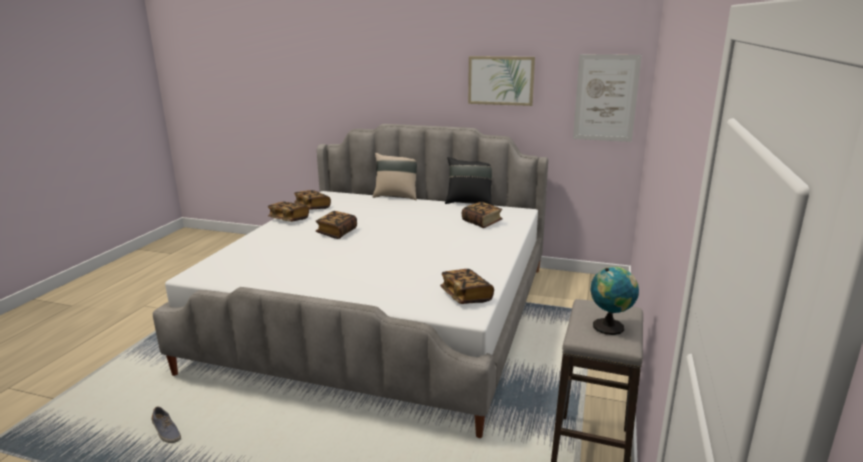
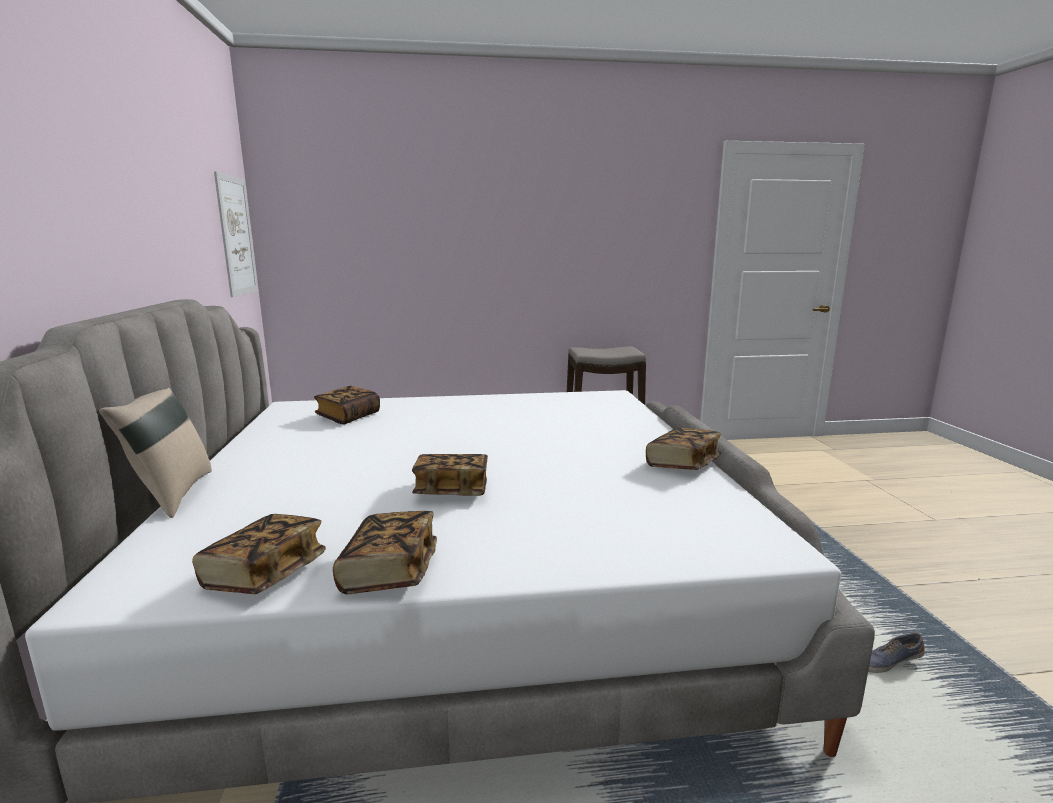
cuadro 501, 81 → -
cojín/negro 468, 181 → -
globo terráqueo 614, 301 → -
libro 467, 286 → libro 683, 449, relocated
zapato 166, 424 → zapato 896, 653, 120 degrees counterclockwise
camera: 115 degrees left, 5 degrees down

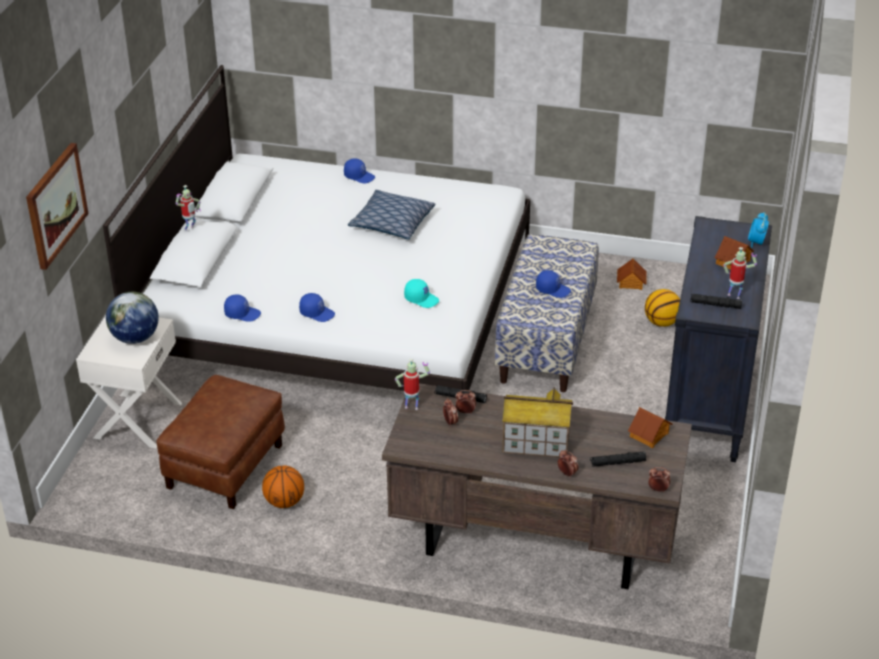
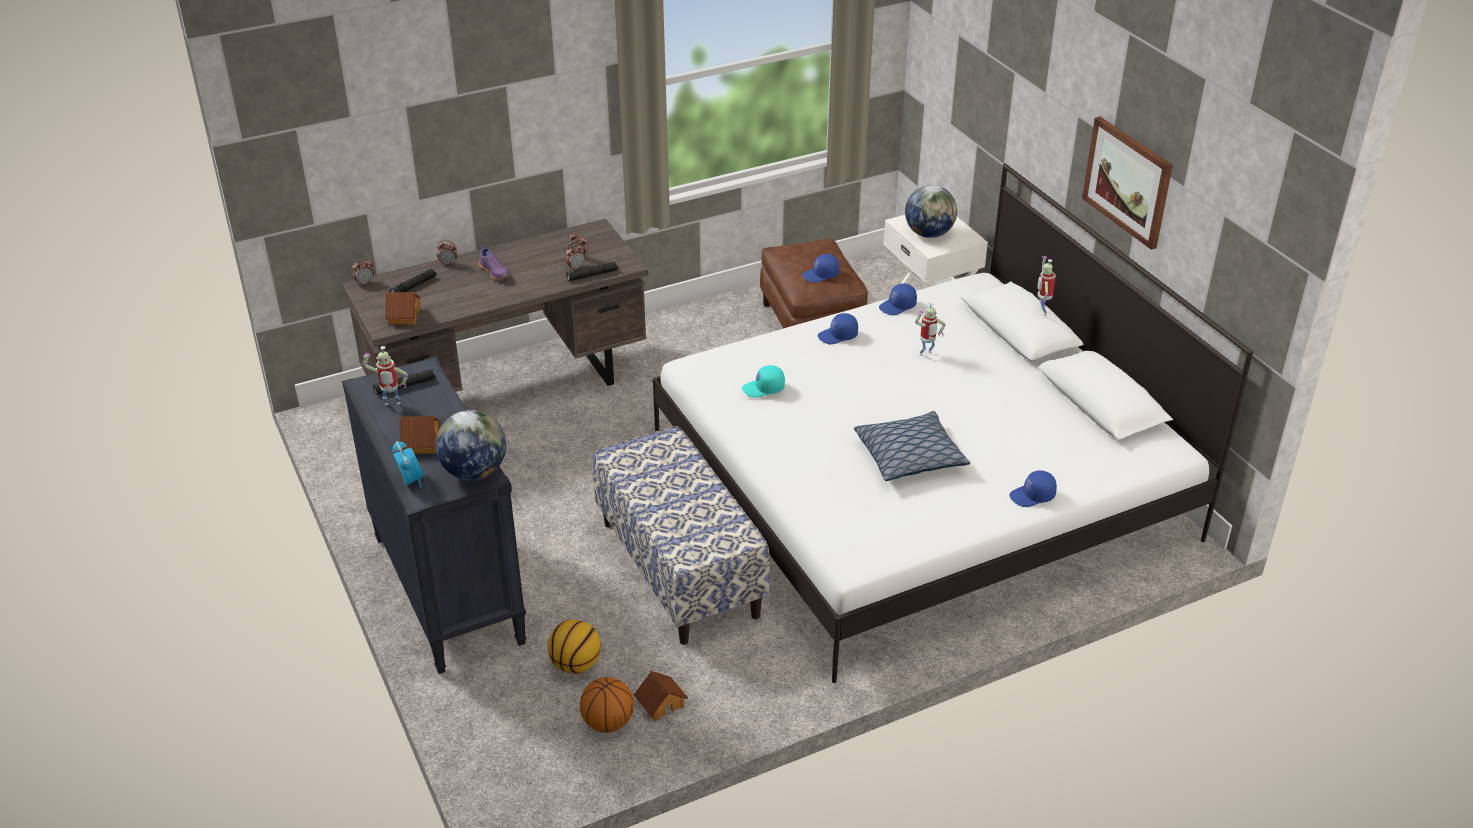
cuadro 57, 206 → cuadro 1127, 183, relocated
gorra/azul 553, 284 → gorra/azul 820, 268, relocated
robot de juguete 412, 384 → robot de juguete 930, 329, relocated
casita 537, 422 → zapato/morado 494, 262
balón de baloncesto 283, 486 → balón de baloncesto 607, 705, relocated
- → globo terráqueo 470, 445
camera: 140 degrees right, 0 degrees up

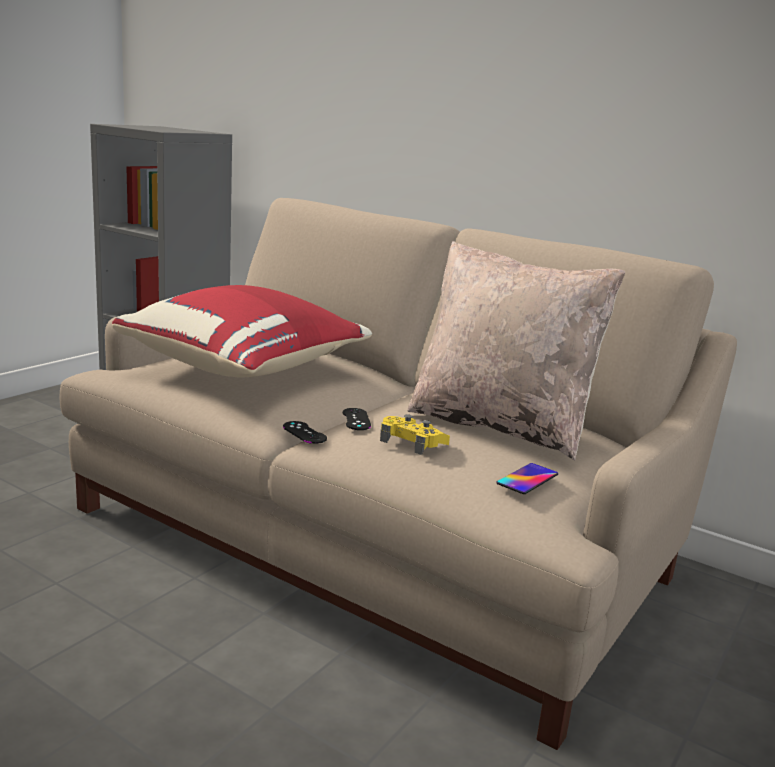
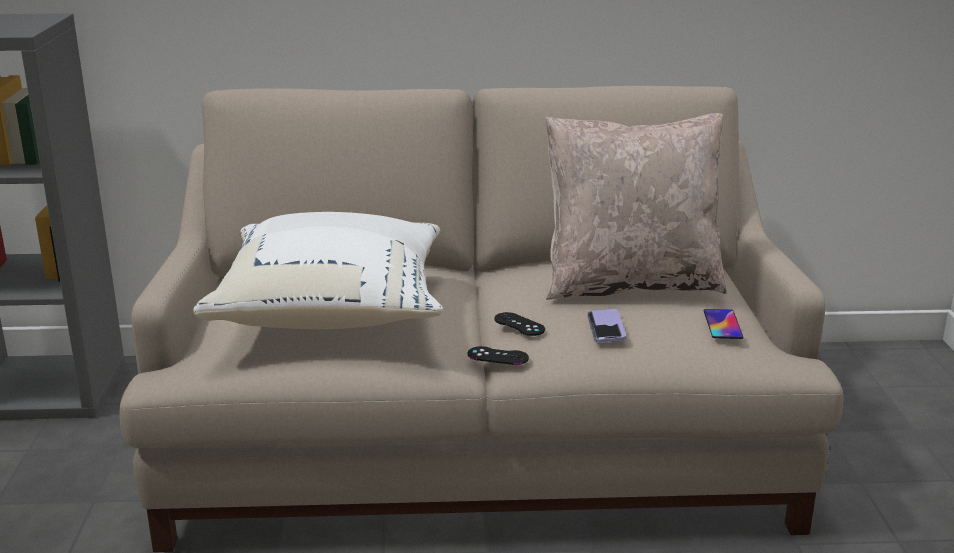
cojín/rojo 242, 331 → cojín/blanco 318, 270
mando de consola/amarillo 415, 434 → móvil 606, 326
camera: 35 degrees left, 5 degrees up

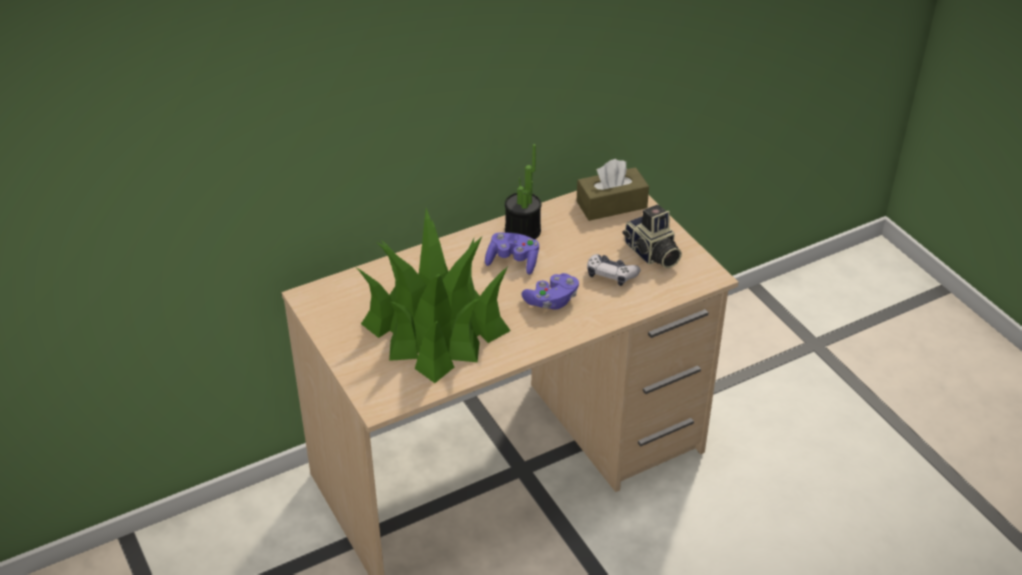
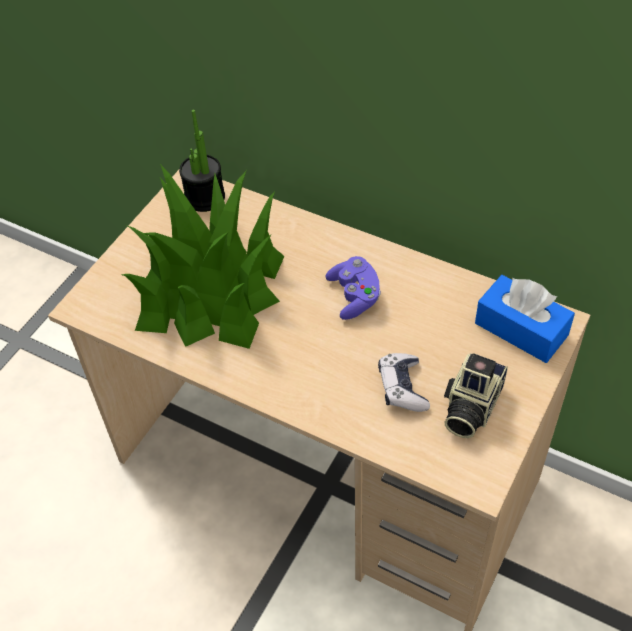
planta en maceta 523, 191 → planta en maceta 202, 161, relocated
caja de pañuelos/marrón 613, 190 → caja de pañuelos/azul 525, 319
mando de consola/morado 550, 291 → -
camera: 60 degrees right, 10 degrees up

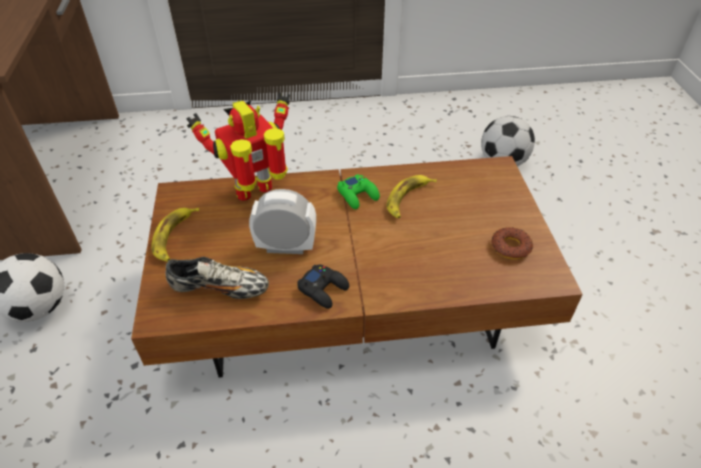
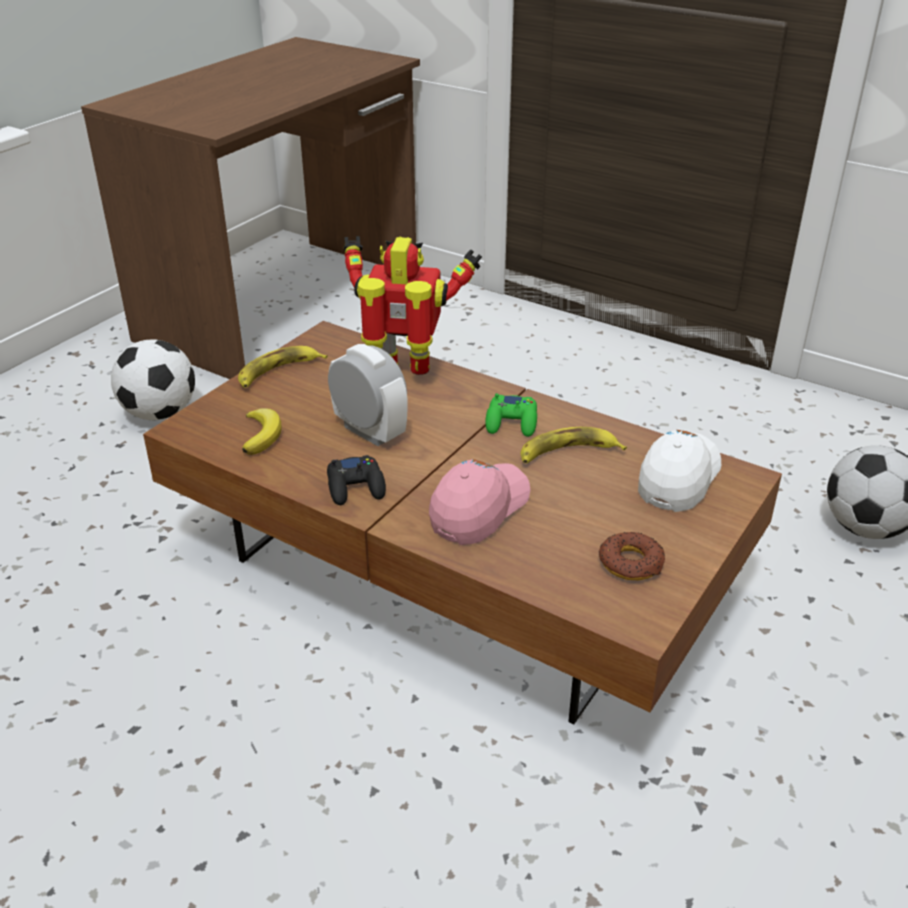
zapato 217, 278 → plátano 262, 431
- → gorra/blanco 679, 471
- → gorra/rosa 479, 502
camera: 40 degrees right, 10 degrees down

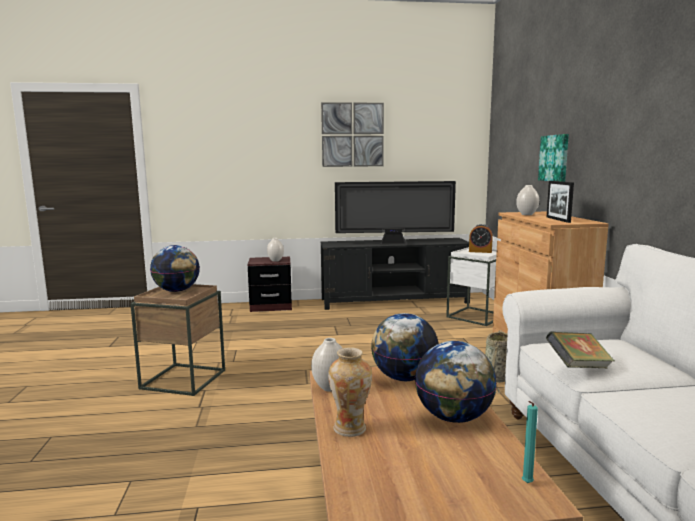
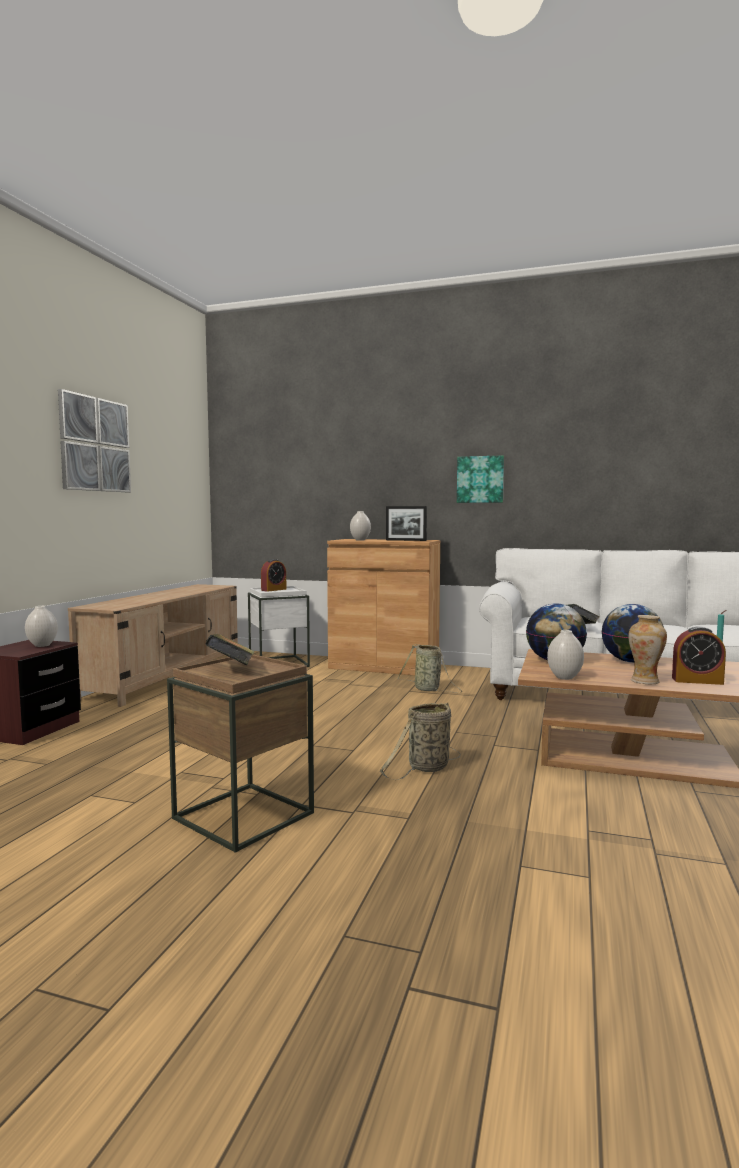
cuadro 553, 158 → cuadro 480, 479, relocated
televisor 395, 213 → -
mueble de televisión/negro 395, 274 → mueble de televisión/beis 153, 645
globo terráqueo 175, 268 → libro 229, 649
- → despertador 699, 655
- → cesta 420, 741
camera: 65 degrees left, 5 degrees down

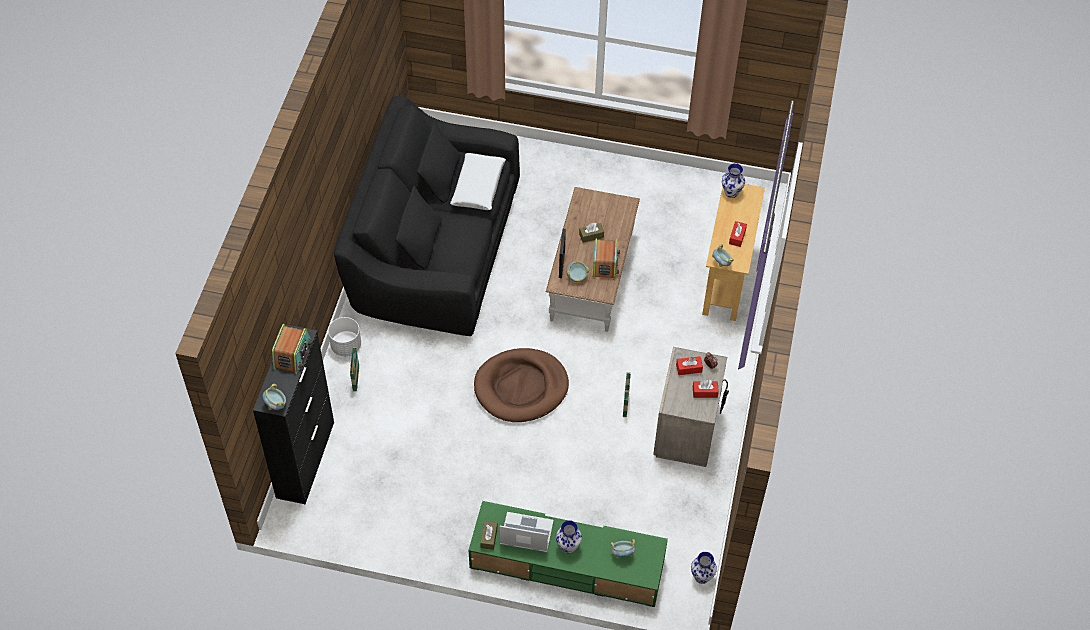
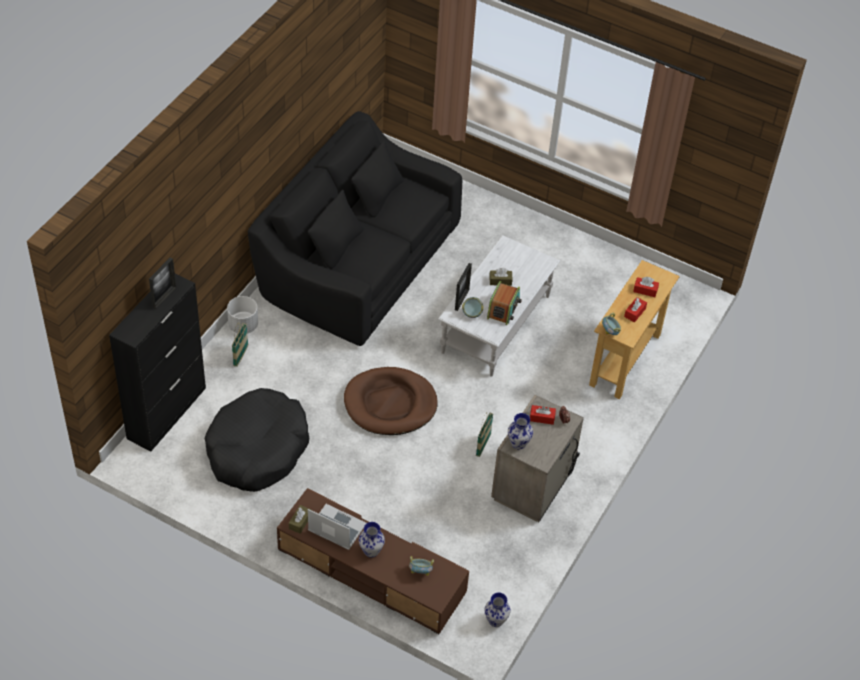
cojín/blanco 478, 181 → -
florero 733, 180 → florero 520, 431, relocated
mesa de centro/marrón 593, 259 → mesa de centro/blanco 499, 306
radio 292, 349 → portarretratos 162, 283
caja de pañuelos/rojo 706, 389 → caja de pañuelos/rojo 646, 287, relocated
cuenco 274, 397 → -
mueble de televisión/verde 568, 554 → mueble de televisión/marrón 373, 561
- → cama para perro/negro 257, 440
camera: 15 degrees right, 5 degrees down

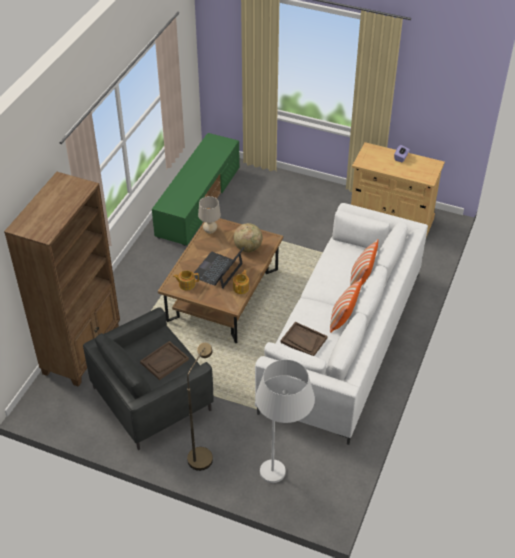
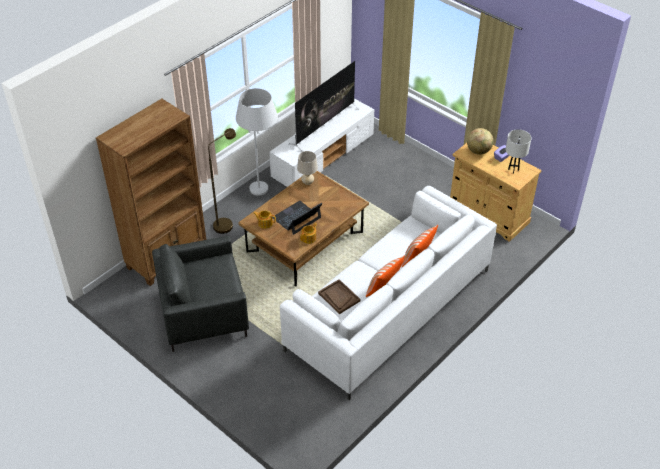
mueble de televisión/verde 196, 189 → mueble de televisión/blanco 321, 142
globo terráqueo 248, 237 → globo terráqueo 480, 141, relocated
bandeja/marrón 164, 360 → -
lámpara de pie/marrón 200, 407 → lámpara de pie/marrón 222, 181, relocated
lámpara de pie/blanco 285, 421 → lámpara de pie/blanco 257, 141, relocated
- → televisor 324, 106
- → lámpara de mesa/blanco 518, 151
camera: 20 degrees right, 0 degrees up

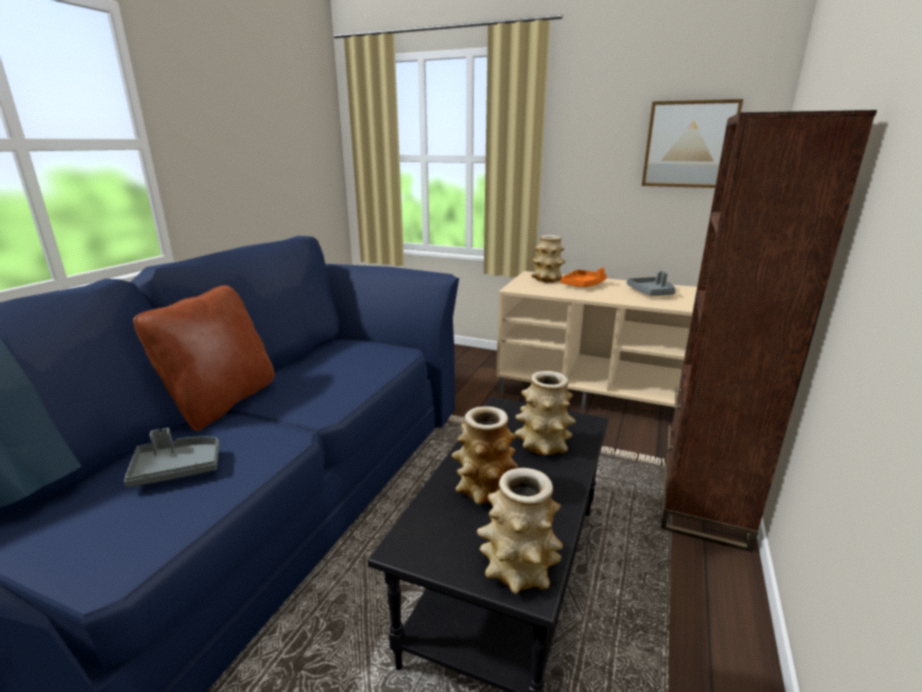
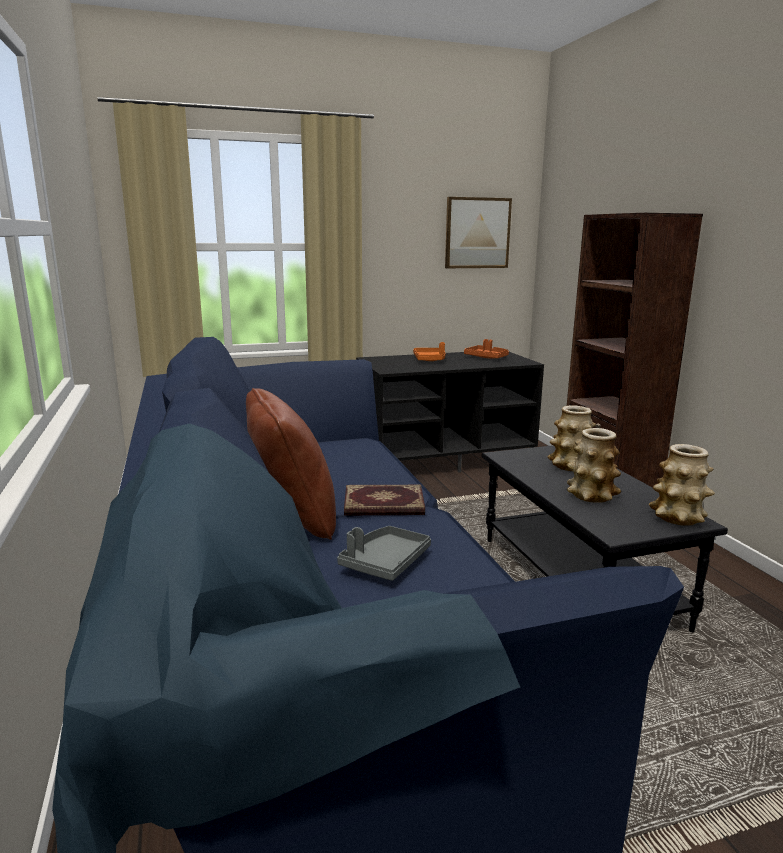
florero 548, 259 → -
mueble de televisión/beis 596, 340 → mueble de televisión/negro 450, 412
bandeja/gris 651, 283 → bandeja/naranja 486, 349
- → libro 384, 500
camera: 40 degrees left, 5 degrees down

